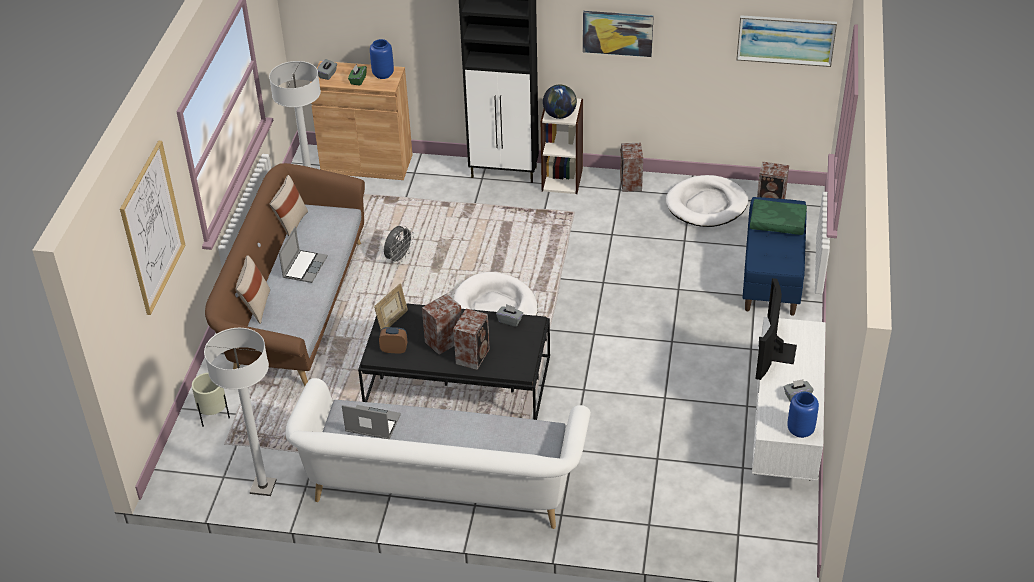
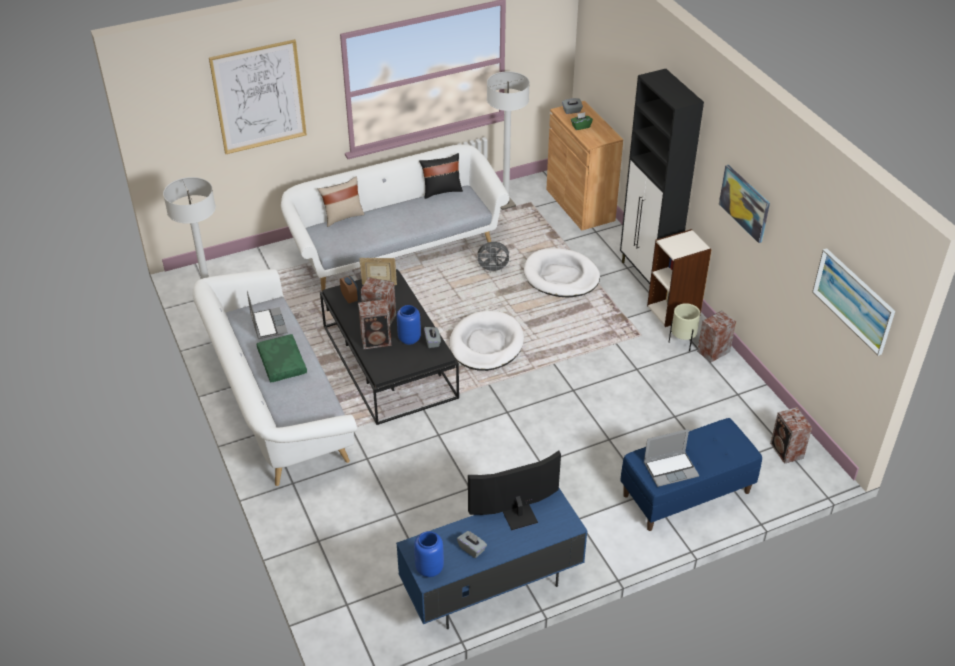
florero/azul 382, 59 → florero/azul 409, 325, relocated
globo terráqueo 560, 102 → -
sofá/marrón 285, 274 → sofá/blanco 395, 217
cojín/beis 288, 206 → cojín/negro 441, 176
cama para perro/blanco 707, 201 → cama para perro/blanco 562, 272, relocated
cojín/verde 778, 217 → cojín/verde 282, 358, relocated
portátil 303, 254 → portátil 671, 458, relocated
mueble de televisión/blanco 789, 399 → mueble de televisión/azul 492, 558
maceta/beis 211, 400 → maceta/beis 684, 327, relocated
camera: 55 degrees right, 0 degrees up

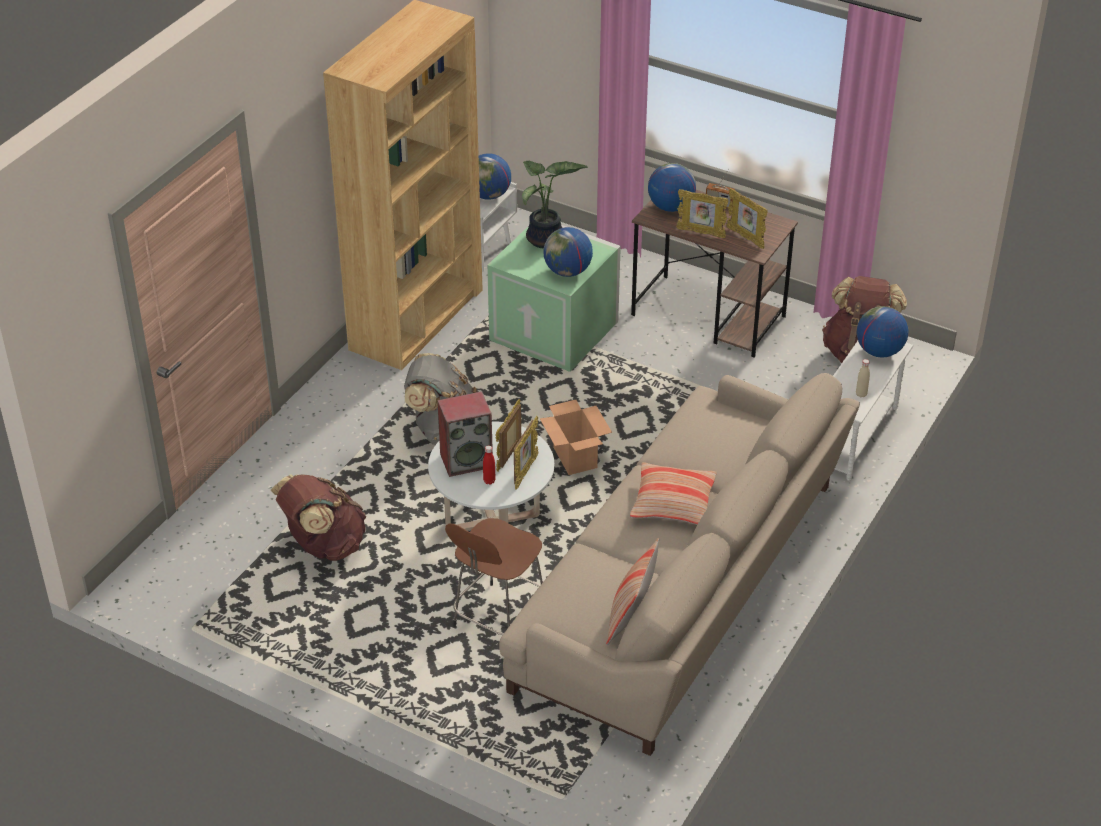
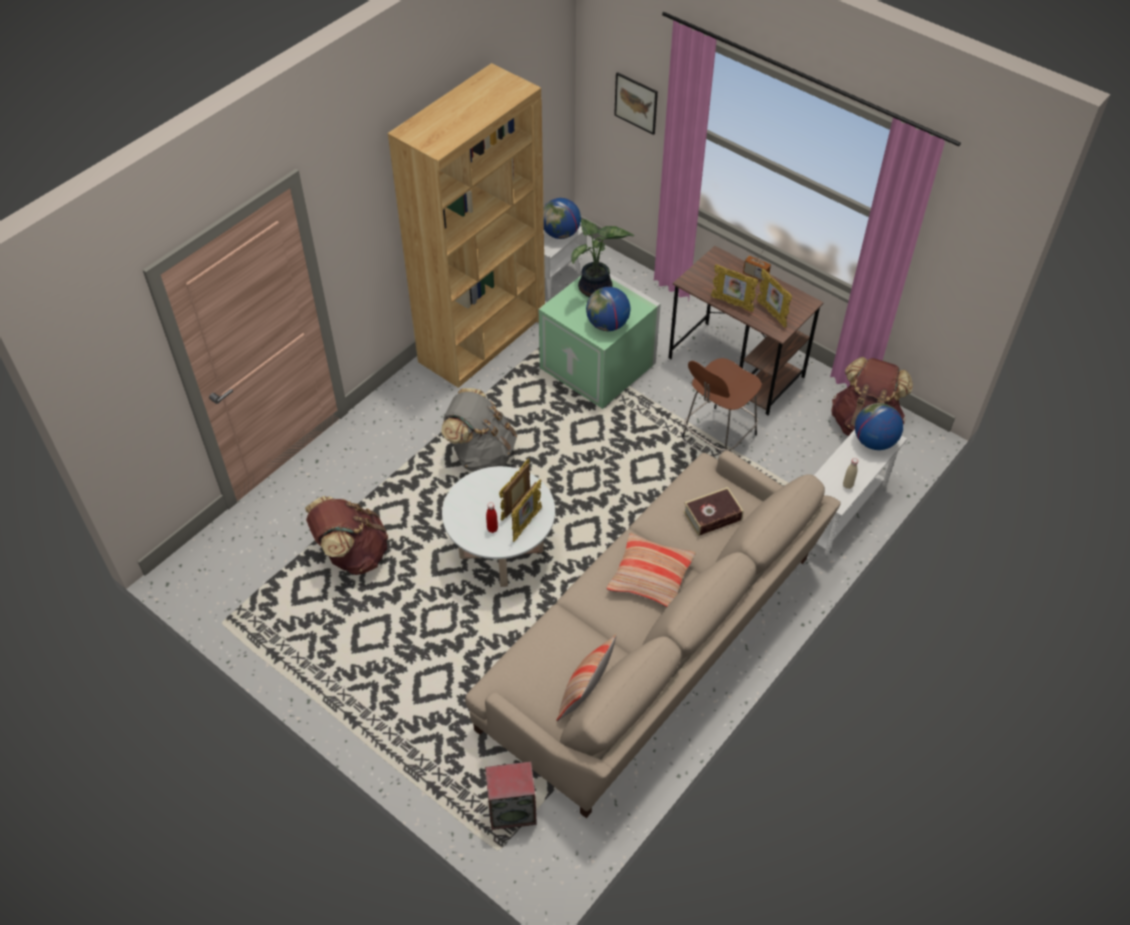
globo terráqueo 672, 187 → -
altavoz 465, 434 → altavoz 511, 795, relocated
caja de cartón 576, 437 → -
taburete/marrón 494, 576 → taburete/marrón 721, 404, relocated
- → cuadro 636, 103
- → libro 713, 511
camera: 10 degrees right, 10 degrees up

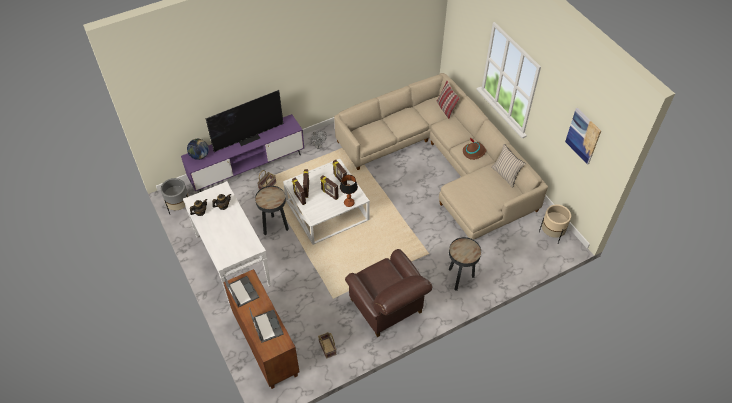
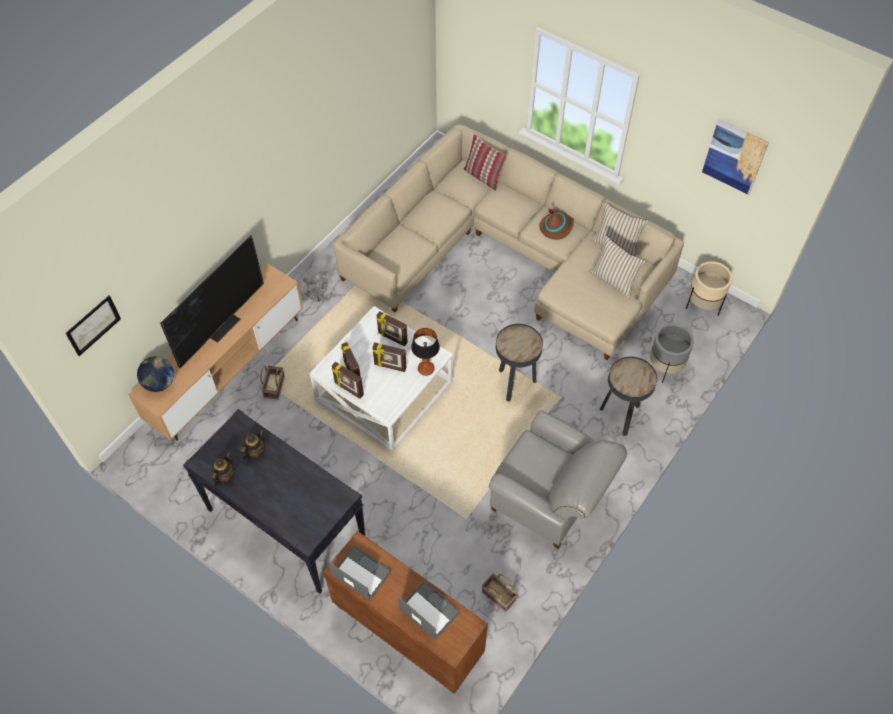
mueble de televisión/morado 242, 153 → mueble de televisión/marrón 215, 352
maceta/gris 175, 196 → maceta/gris 672, 353, relocated
mesa consola/blanco 227, 242 → mesa consola/negro 274, 501
mesa auxiliar/negro 272, 210 → mesa auxiliar/negro 519, 363, relocated
sillón/marrón 388, 293 → sillón/gris 558, 479
- → cojín/beis 617, 267
- → cuadro 93, 326
camera: 25 degrees left, 5 degrees up

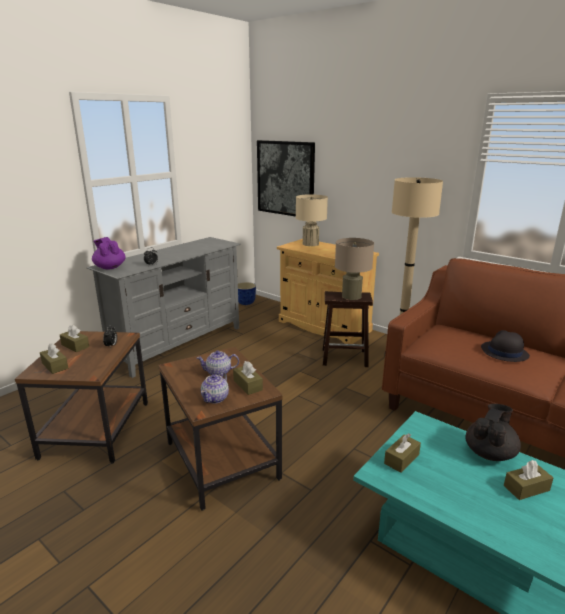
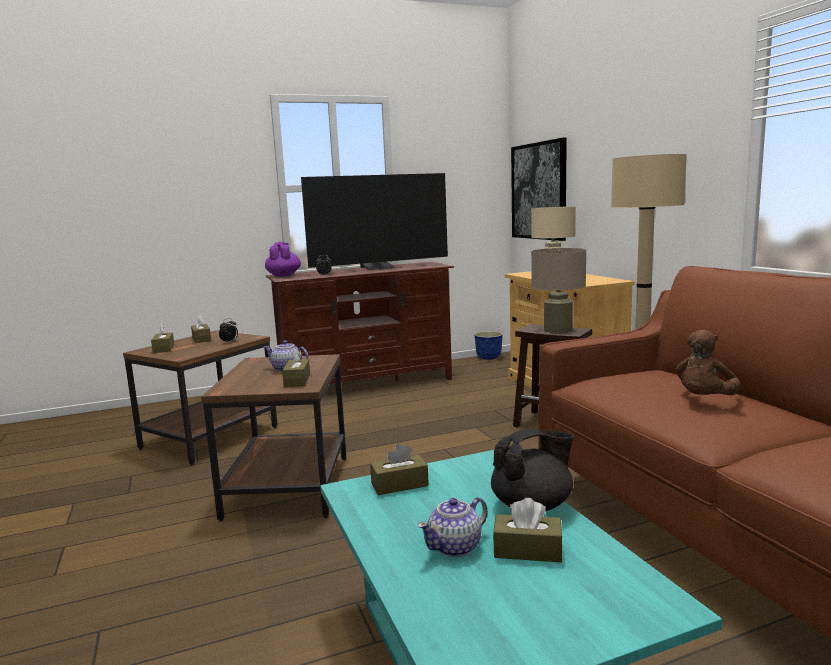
mueble de televisión/gris 164, 307 → mueble de televisión/marrón 360, 323
sombrero/negro 505, 346 → peluche/marrón 708, 362
tetera 215, 387 → tetera 453, 527, relocated
- → televisor 374, 221
camera: 30 degrees right, 10 degrees down

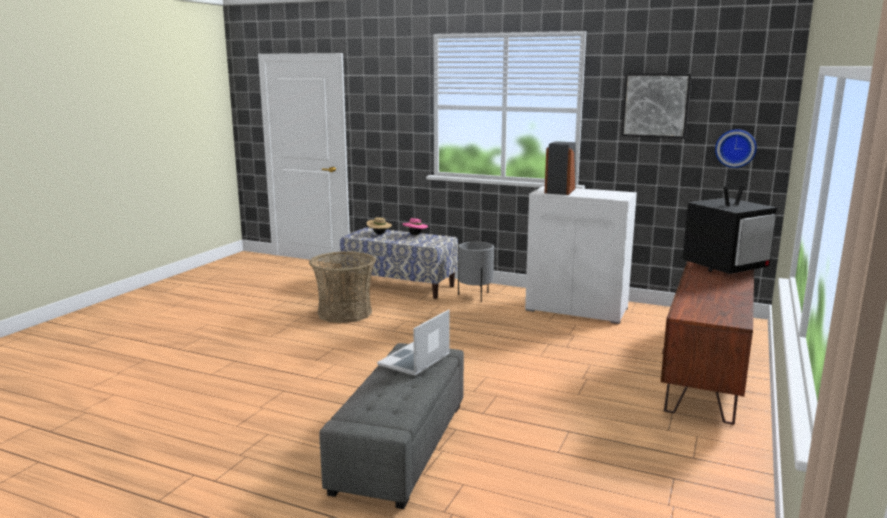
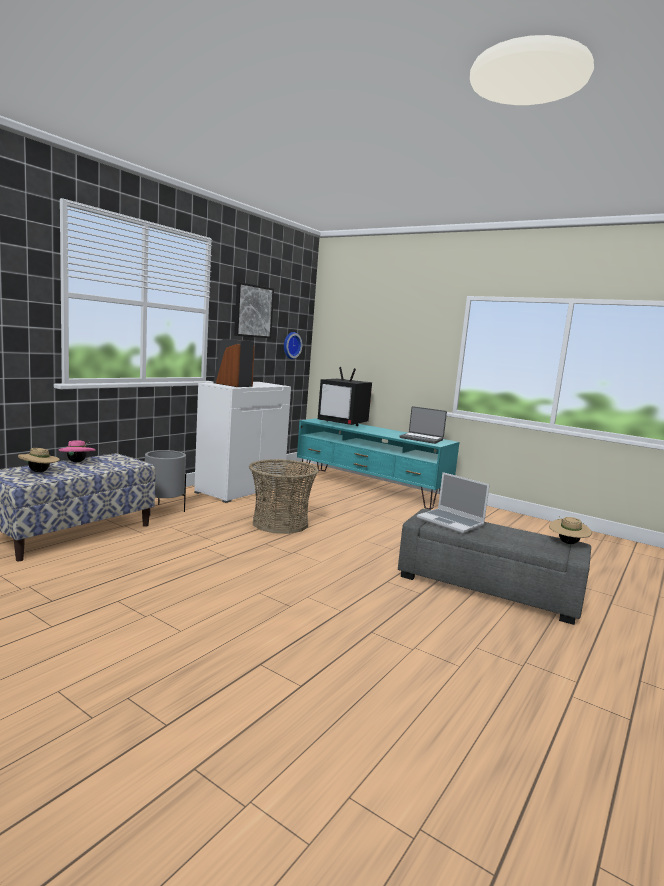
televisor 730, 229 → televisor 345, 396, 135 degrees clockwise
cesta 342, 287 → cesta 284, 496, relocated
mueble de televisión/marrón 707, 343 → mueble de televisión/turquesa 378, 464
- → portátil 423, 425
- → sombrero/beis 570, 530
camera: 80 degrees left, 5 degrees down

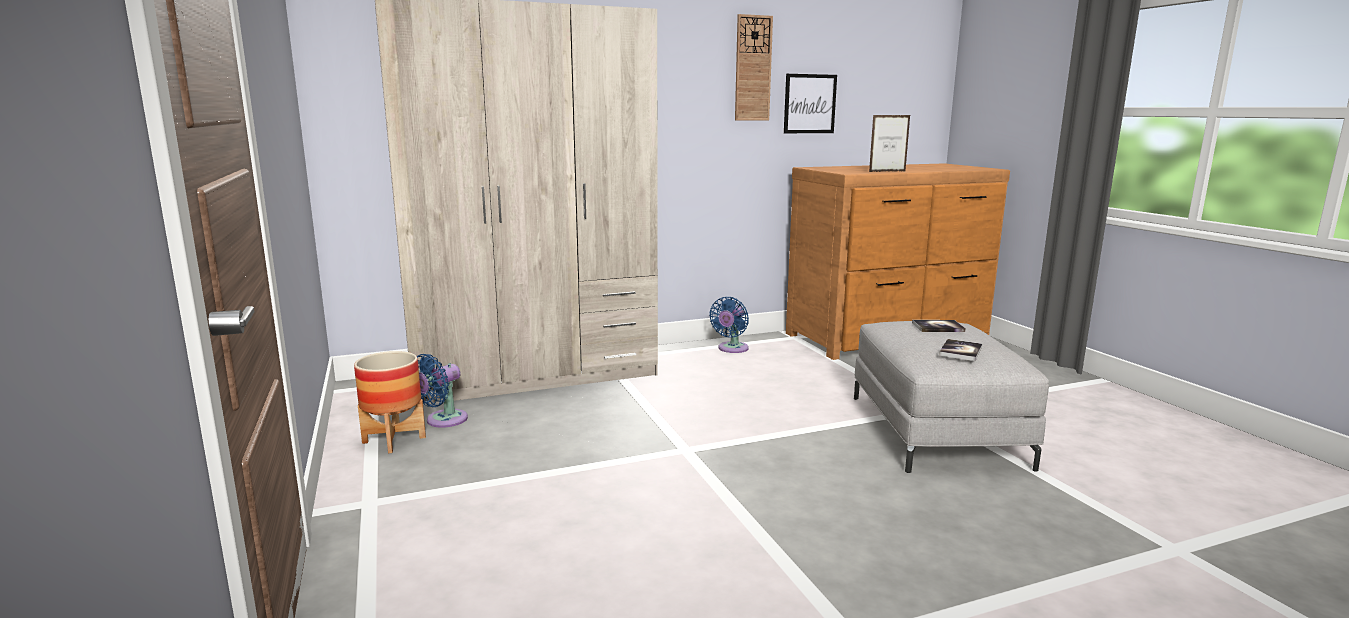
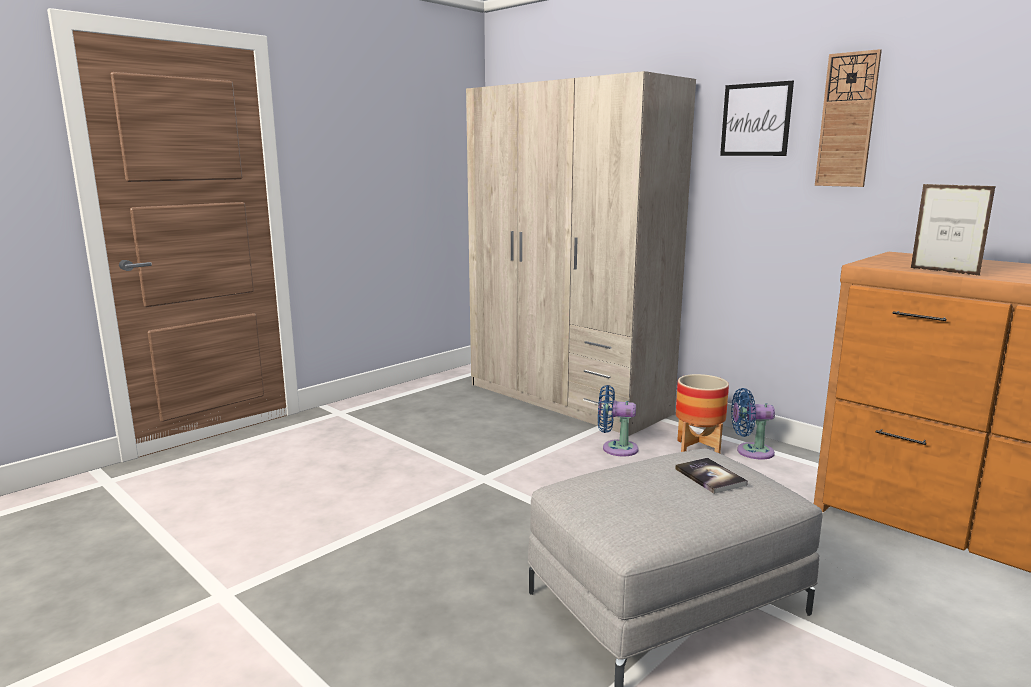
cuadro 810, 103 → cuadro 757, 118, relocated
libro 960, 350 → -
maceta 390, 402 → maceta 702, 413, relocated
ventilador/azul 442, 391 → ventilador/azul 618, 420, relocated
camera: 65 degrees right, 0 degrees up

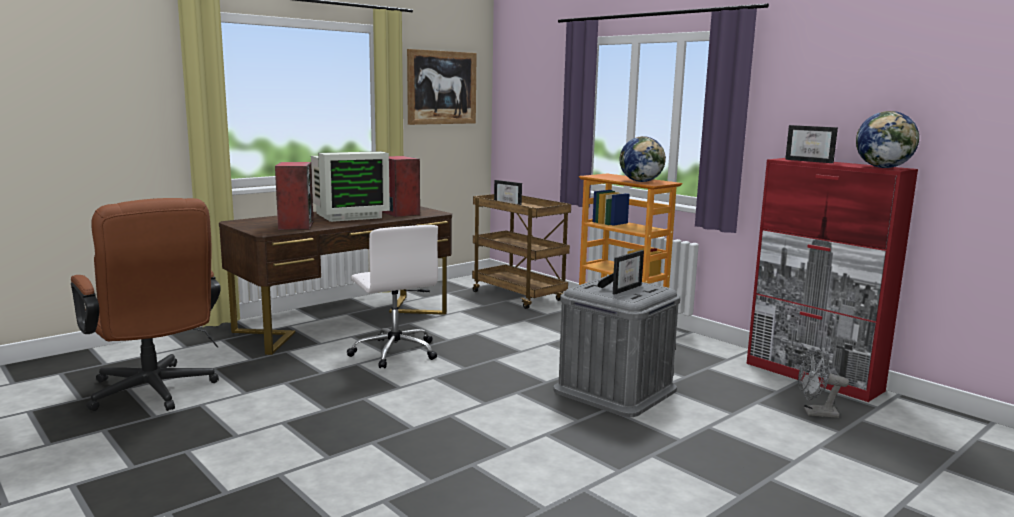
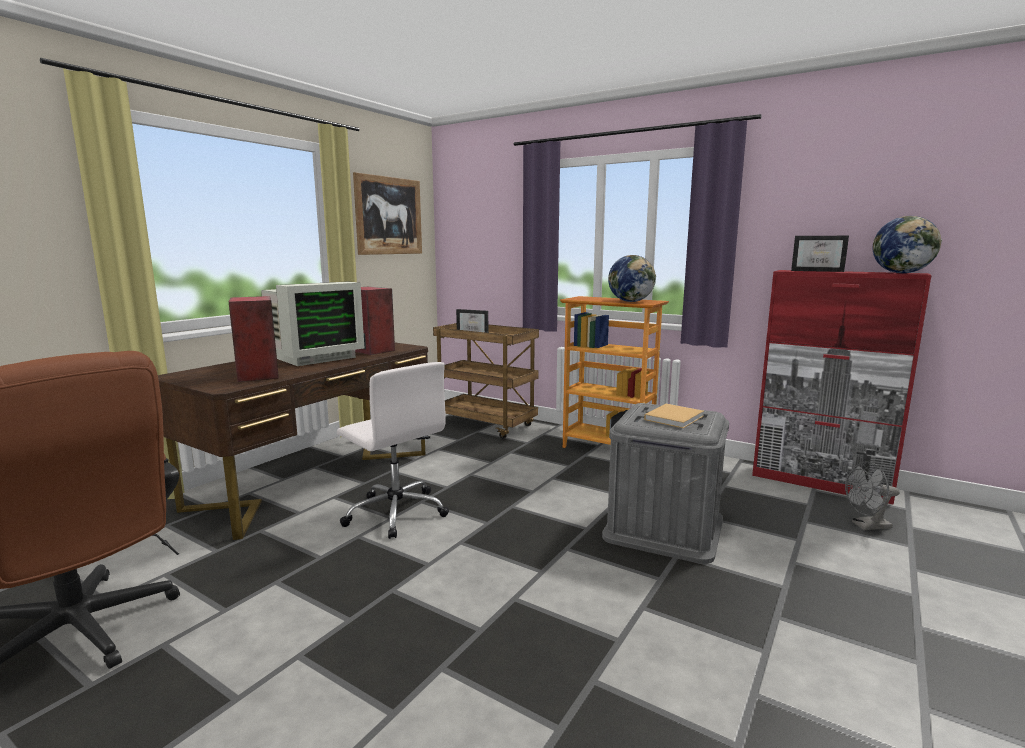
portarretratos 620, 272 → libro/beis 674, 416
camera: 15 degrees left, 0 degrees up

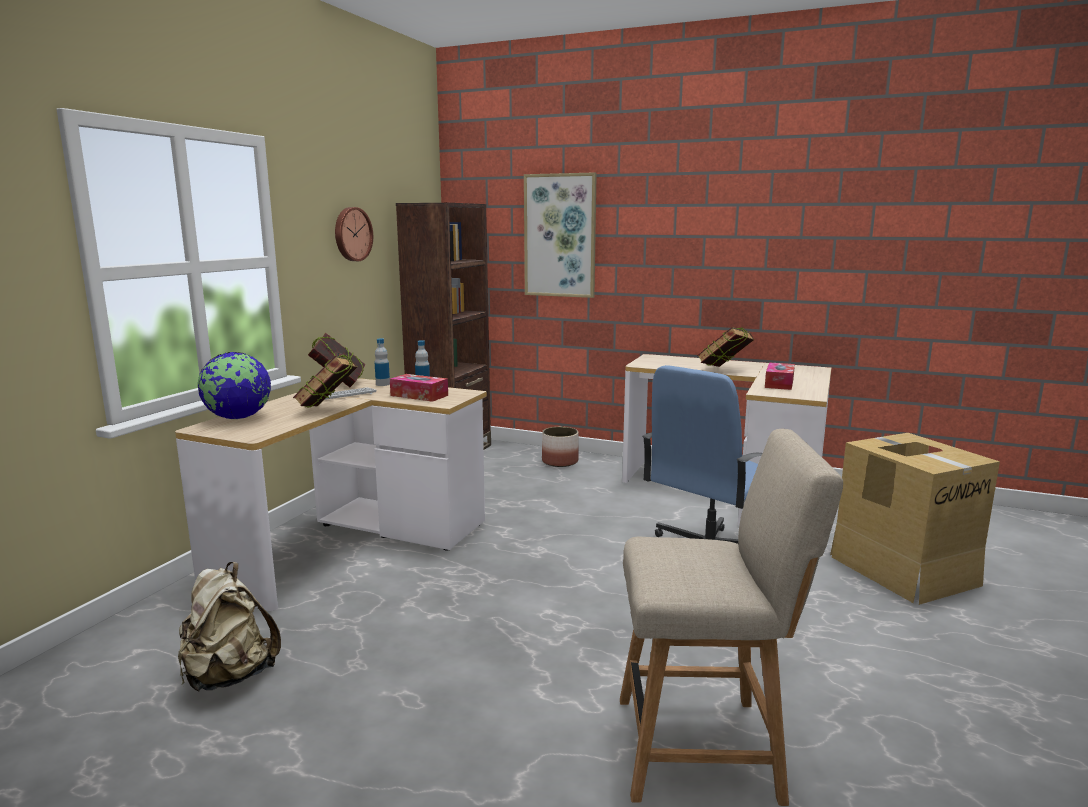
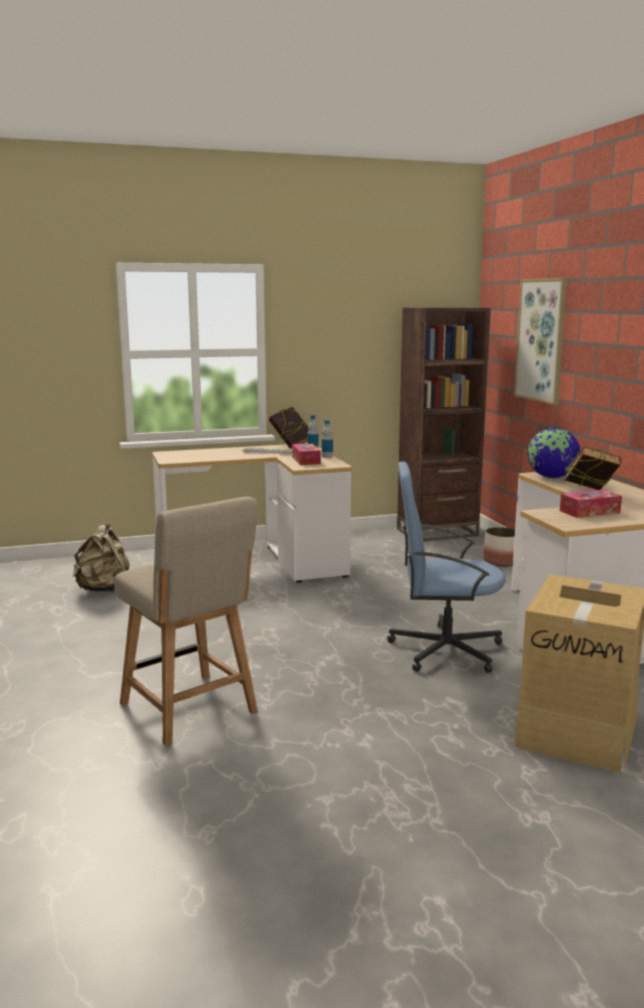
reloj de pared 354, 234 → -
globo terráqueo 234, 385 → globo terráqueo 554, 452, relocated
libro 325, 381 → -
camera: 50 degrees right, 0 degrees up

